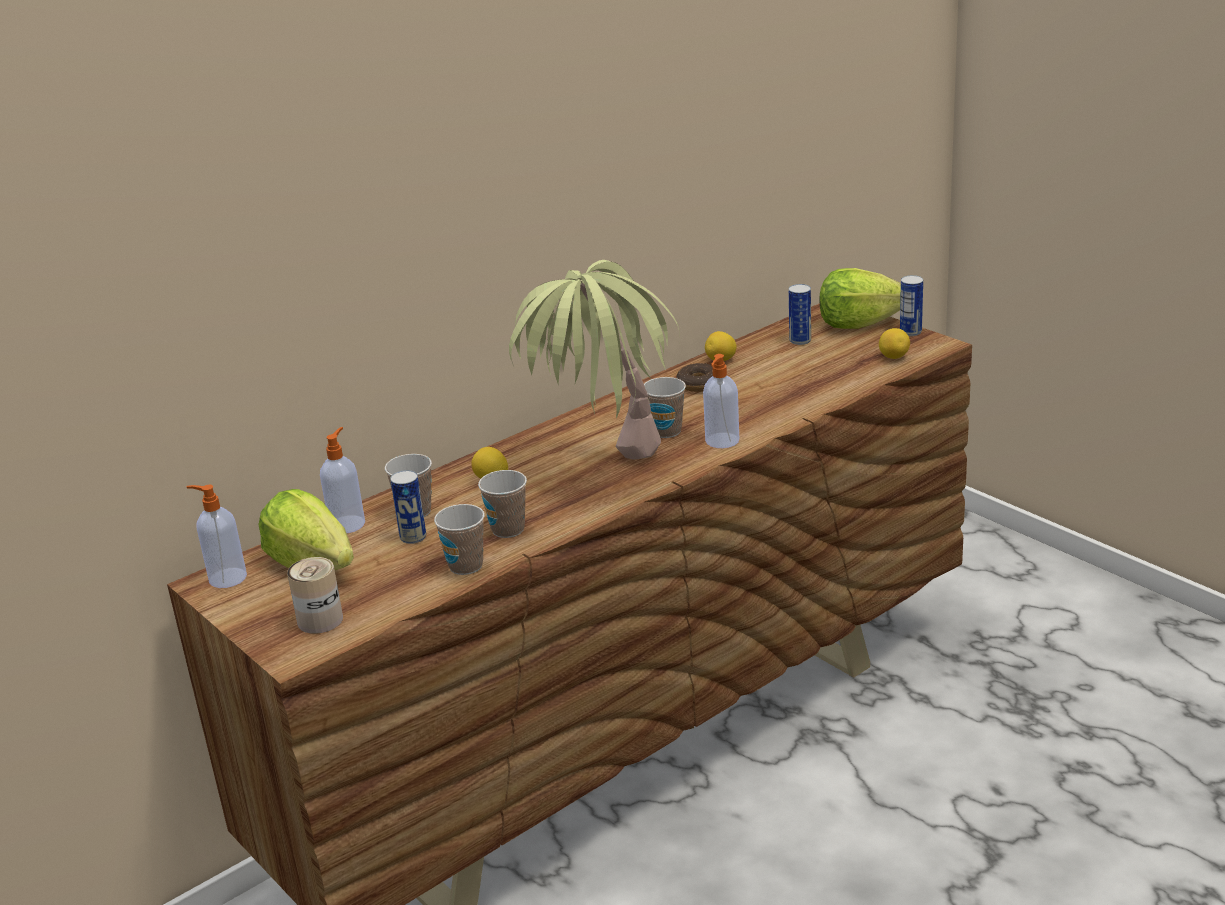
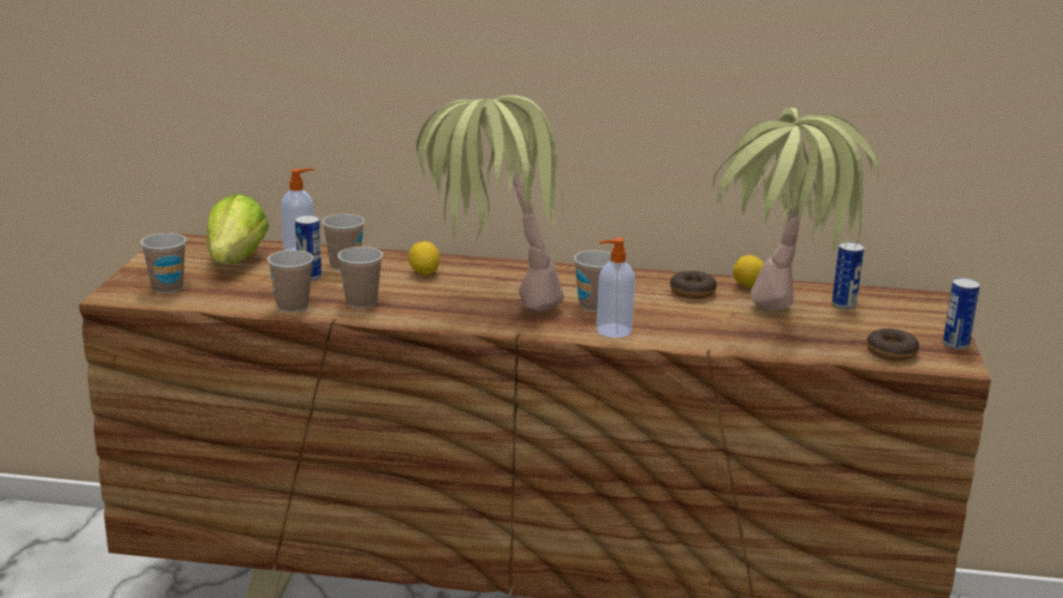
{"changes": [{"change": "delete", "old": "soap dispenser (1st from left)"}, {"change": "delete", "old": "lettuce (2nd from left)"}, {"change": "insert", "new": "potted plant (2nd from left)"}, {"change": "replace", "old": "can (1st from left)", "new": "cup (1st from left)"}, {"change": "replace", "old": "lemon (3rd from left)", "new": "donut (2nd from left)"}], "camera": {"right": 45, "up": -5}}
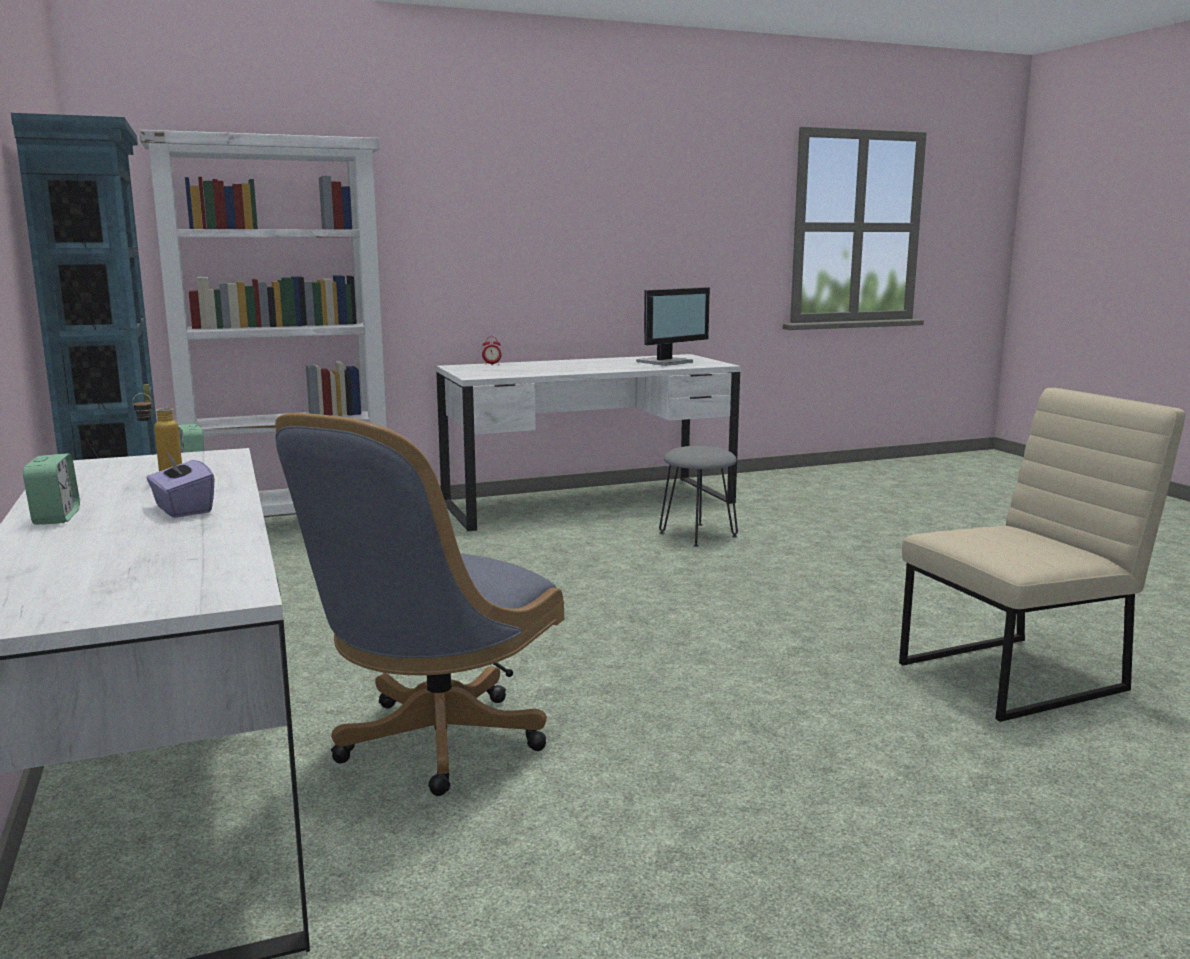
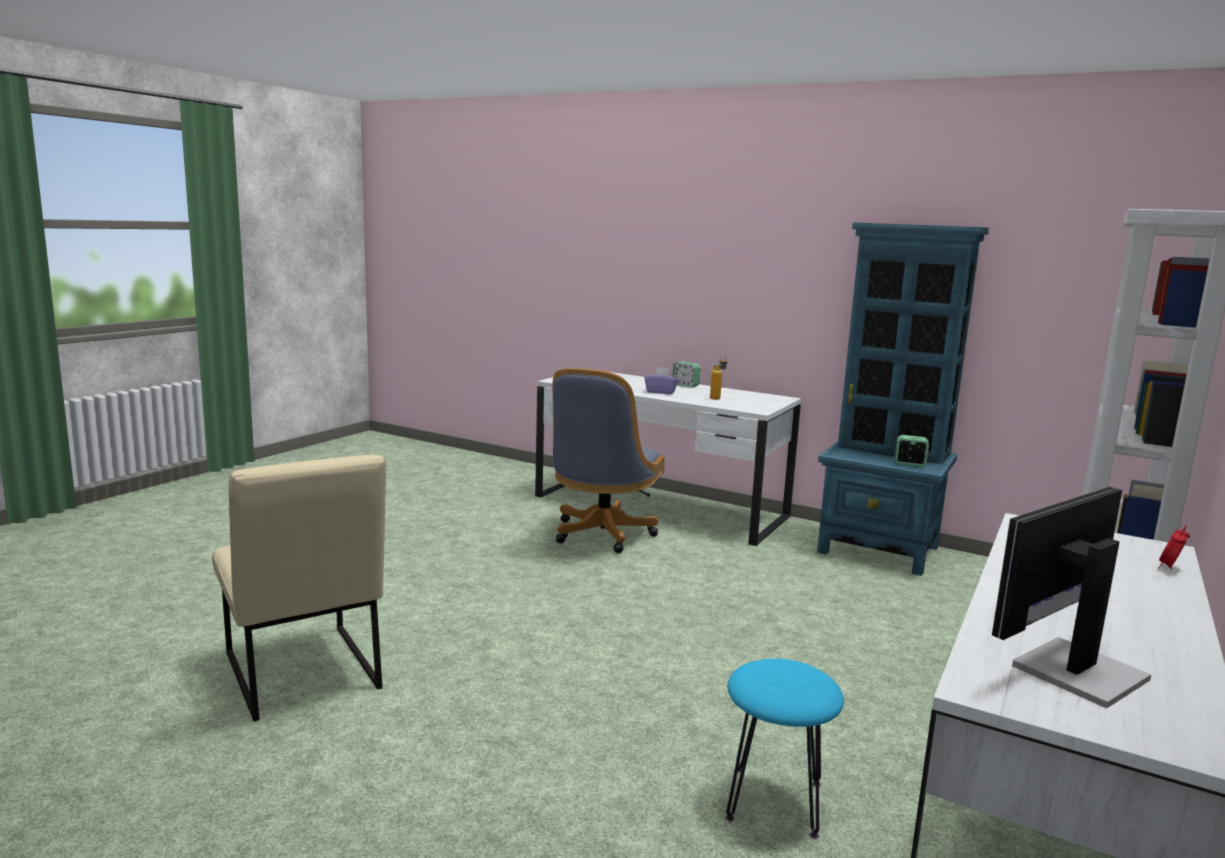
{"changes": [{"change": "recolor", "old": "stool (grey)", "new": "stool (turquoise)"}, {"change": "rotate", "old": "office chair (blue)", "degrees": -150}, {"change": "rotate", "old": "monitor", "degrees": 45}, {"change": "rotate", "old": "chair (beige)", "degrees": -60}], "camera": {"right": 140, "up": 0}}
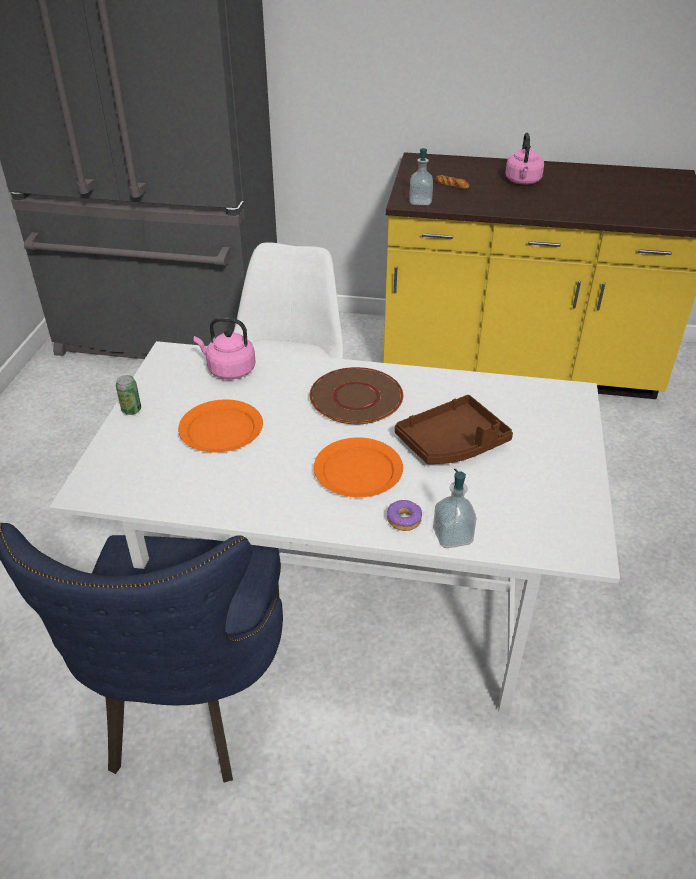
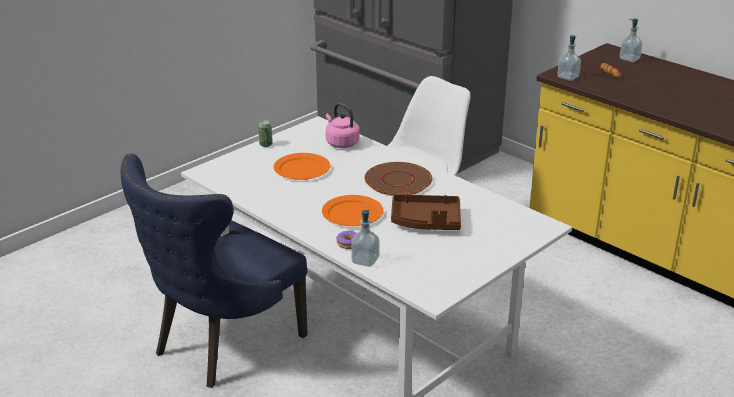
{"changes": [{"change": "delete", "old": "kettle (pink) (2nd from left)"}, {"change": "insert", "new": "soap dispenser (3rd from left)"}], "camera": {"right": 35, "up": -10}}
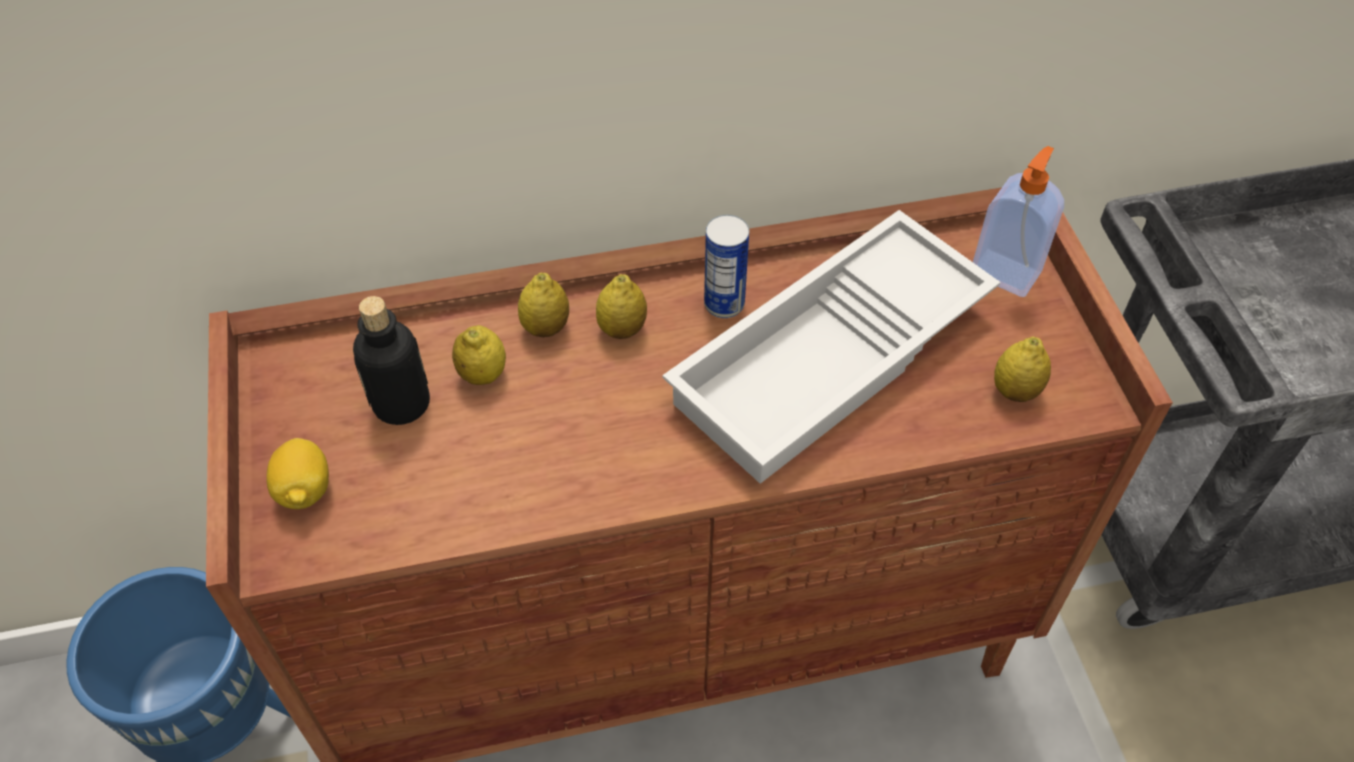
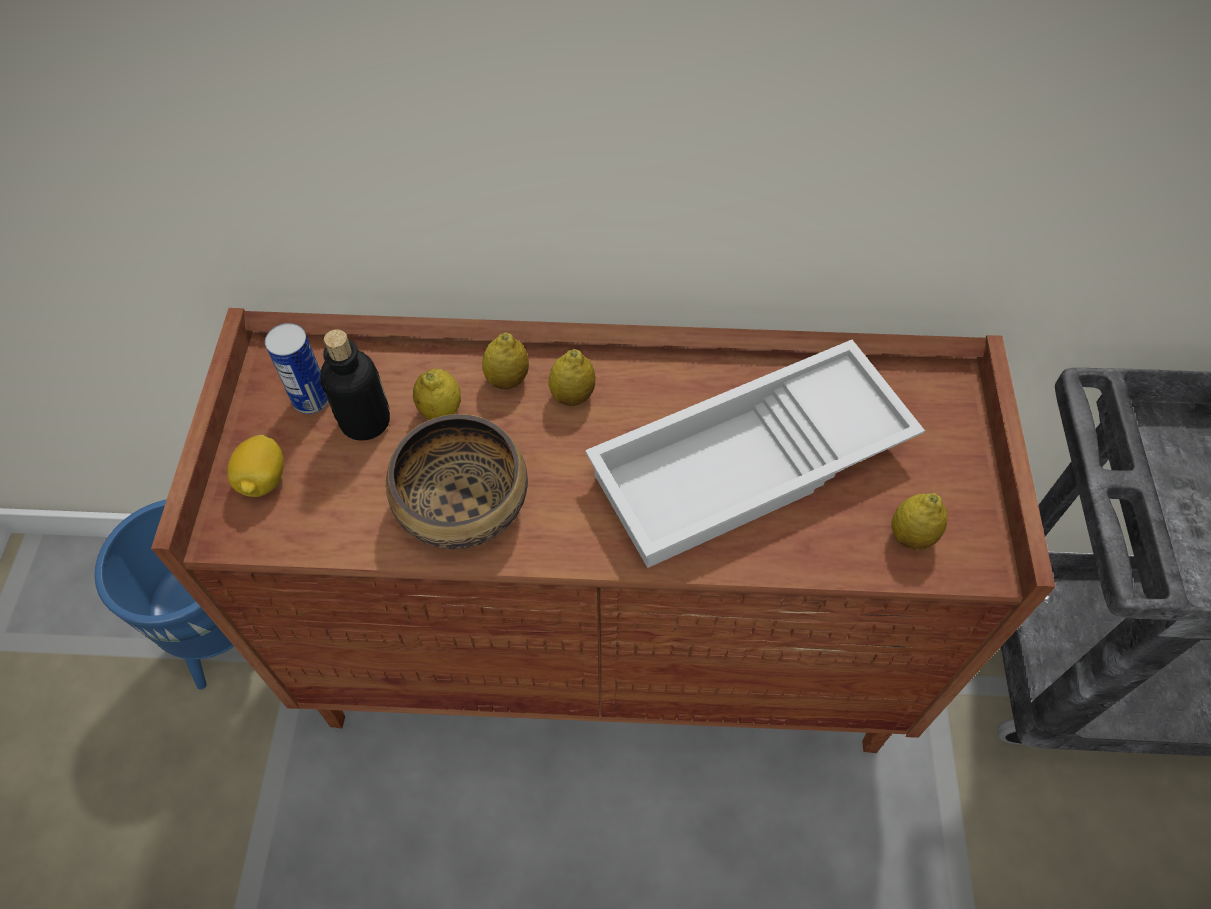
{"changes": [{"change": "delete", "old": "soap dispenser"}, {"change": "insert", "new": "bowl"}, {"change": "move", "old": "can"}], "camera": {"right": 15, "up": 5}}
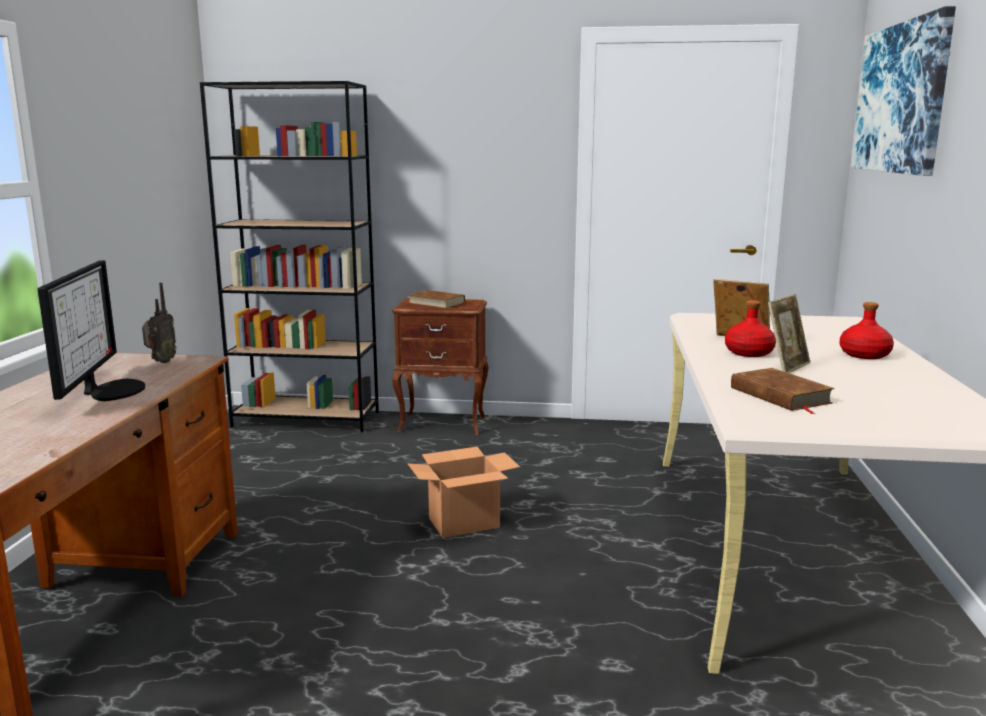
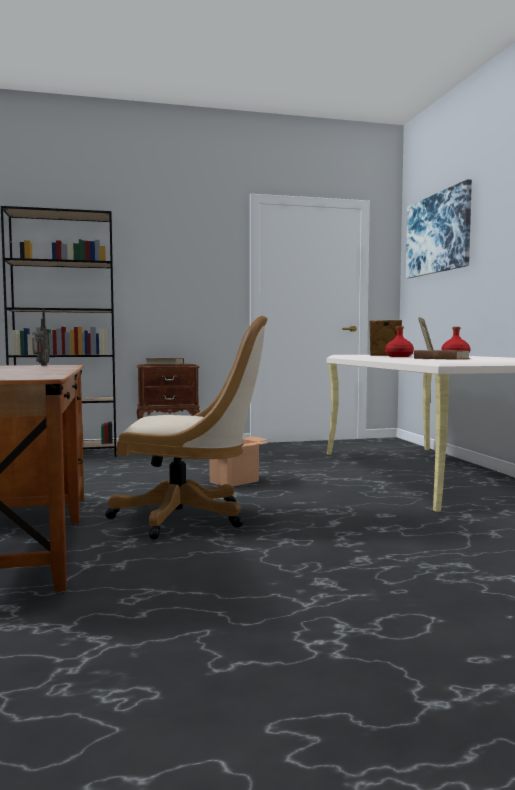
{"changes": [{"change": "delete", "old": "monitor"}, {"change": "insert", "new": "office chair"}], "camera": {"right": -20, "up": -10}}
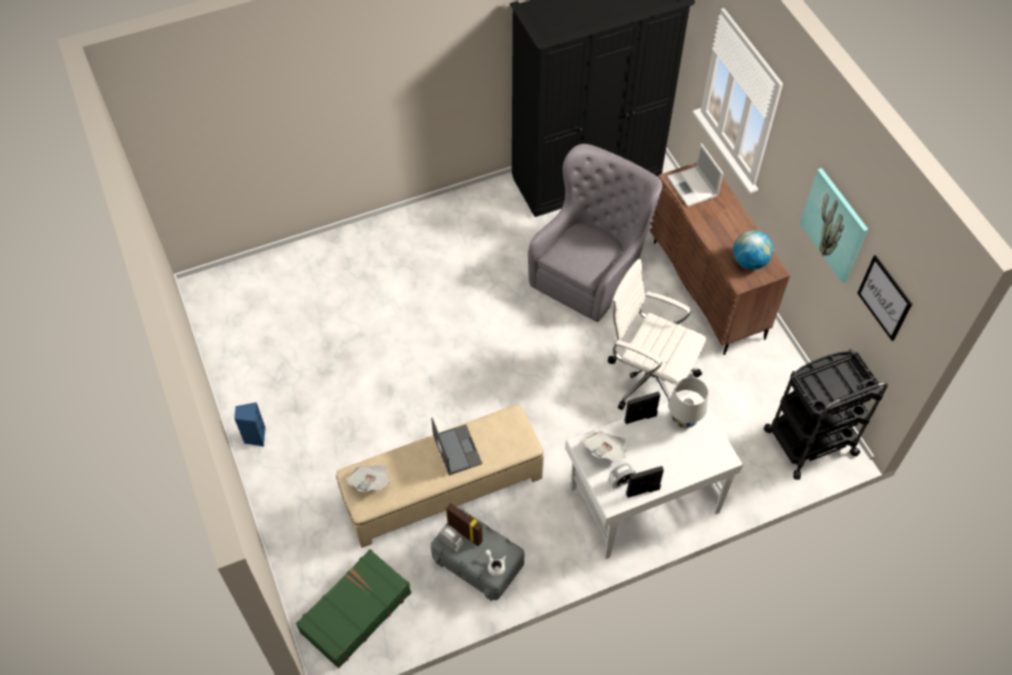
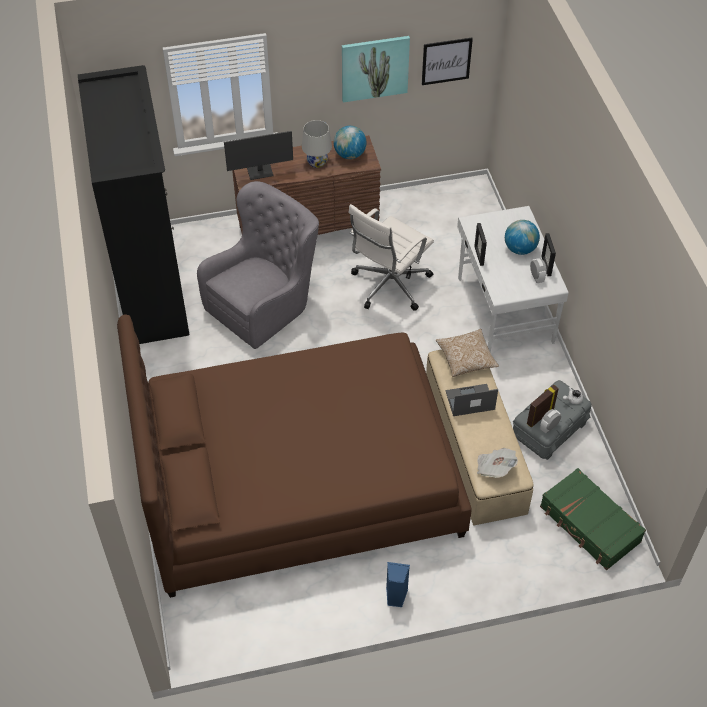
{"changes": [{"change": "delete", "old": "newspaper (2nd from left)"}, {"change": "delete", "old": "cart (black)"}, {"change": "insert", "new": "bed (brown)"}, {"change": "insert", "new": "pillow"}, {"change": "insert", "new": "globe (2nd from left)"}, {"change": "move", "old": "table lamp (white)"}, {"change": "replace", "old": "laptop (2nd from left)", "new": "monitor"}, {"change": "rotate", "old": "armchair (grey)", "degrees": 90}], "camera": {"right": -80, "up": -5}}
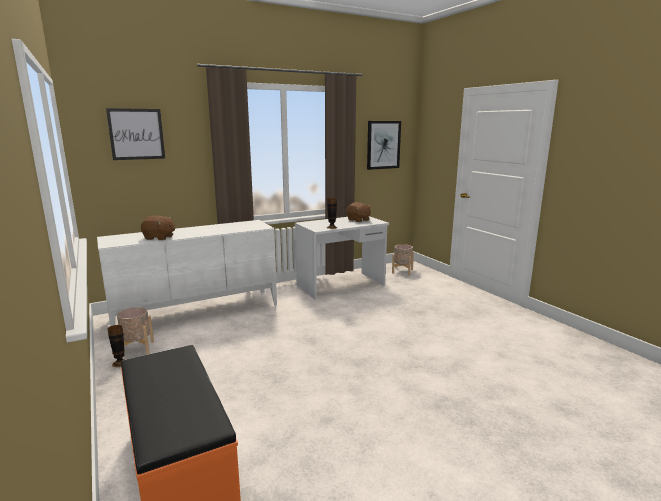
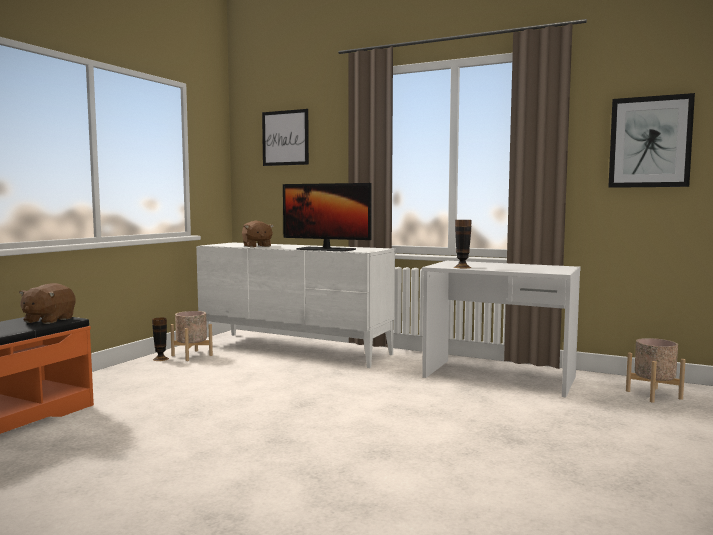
{"changes": [{"change": "insert", "new": "monitor"}, {"change": "move", "old": "plush toy (brown) (2nd from left in the first image)", "new": "plush toy (brown) (1st from left)"}], "camera": {"right": 55, "up": -10}}
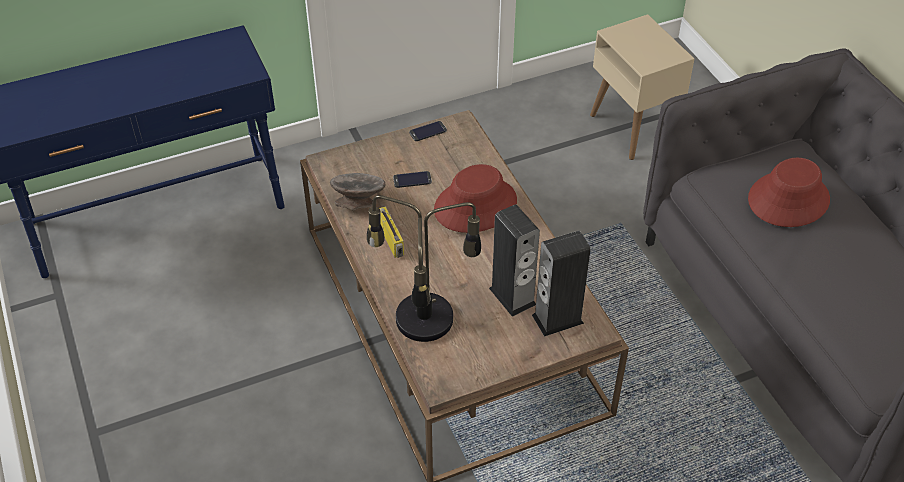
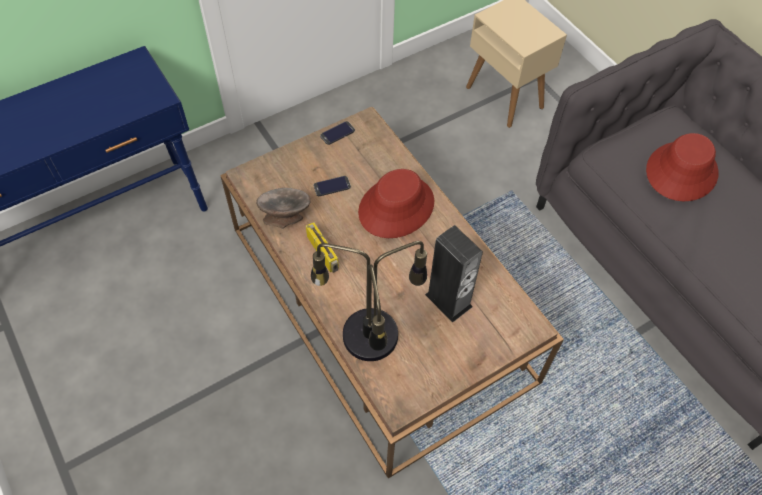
{"changes": [{"change": "delete", "old": "speaker (2nd from left)"}], "camera": {"right": -10, "up": 10}}
